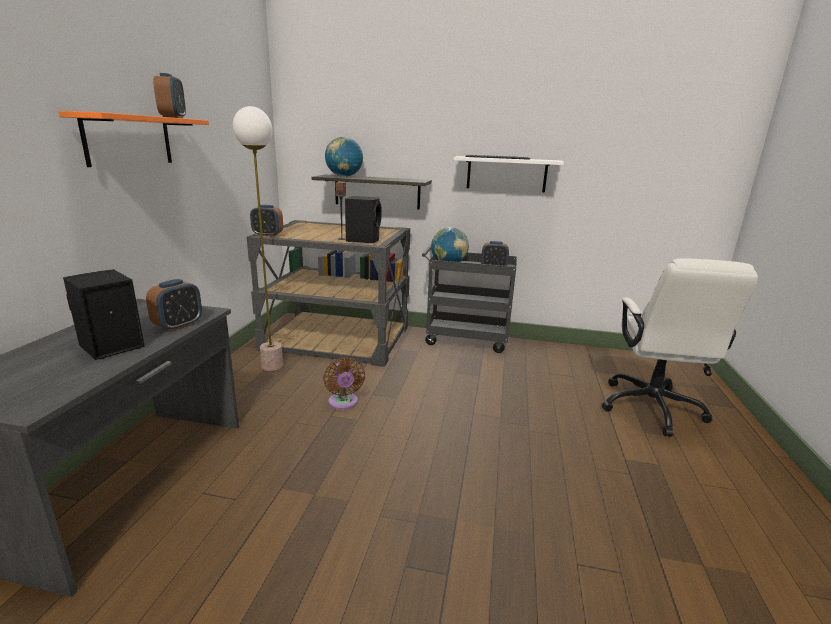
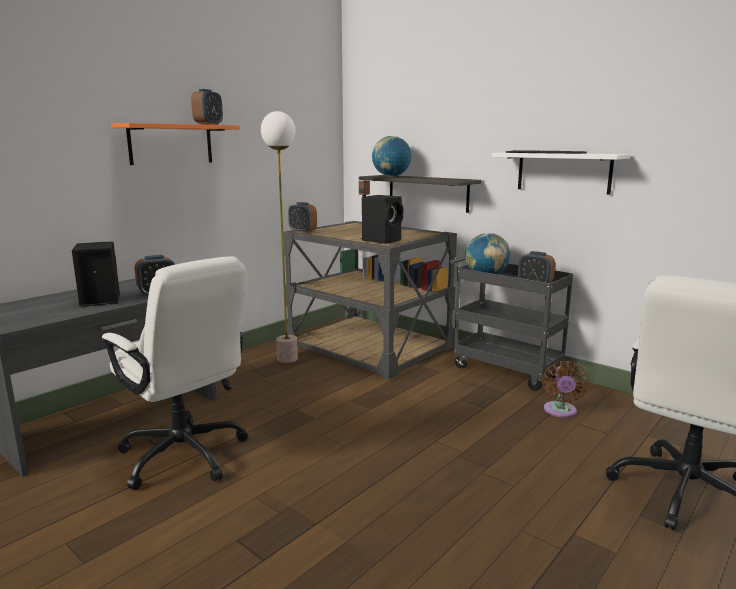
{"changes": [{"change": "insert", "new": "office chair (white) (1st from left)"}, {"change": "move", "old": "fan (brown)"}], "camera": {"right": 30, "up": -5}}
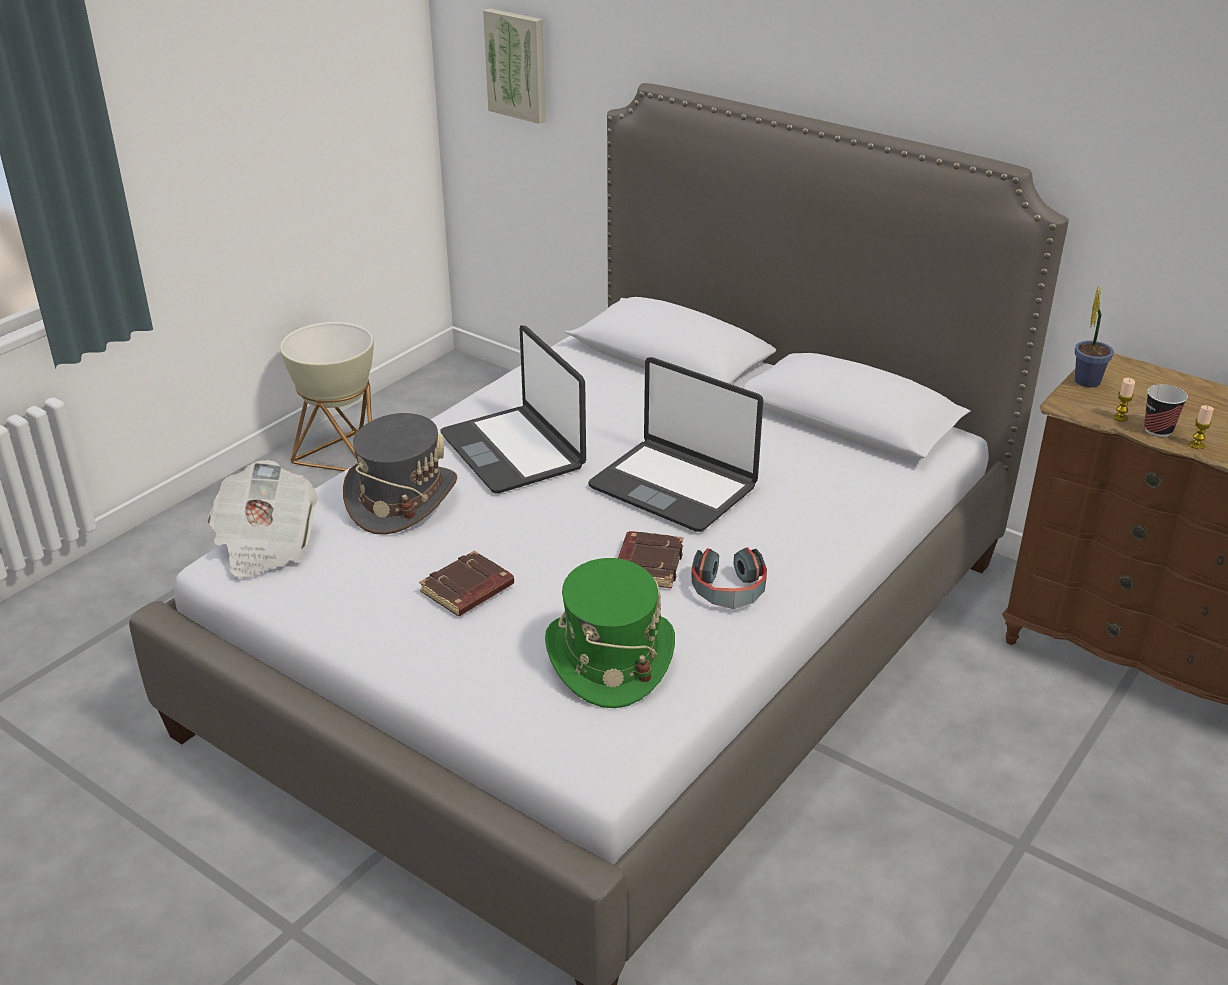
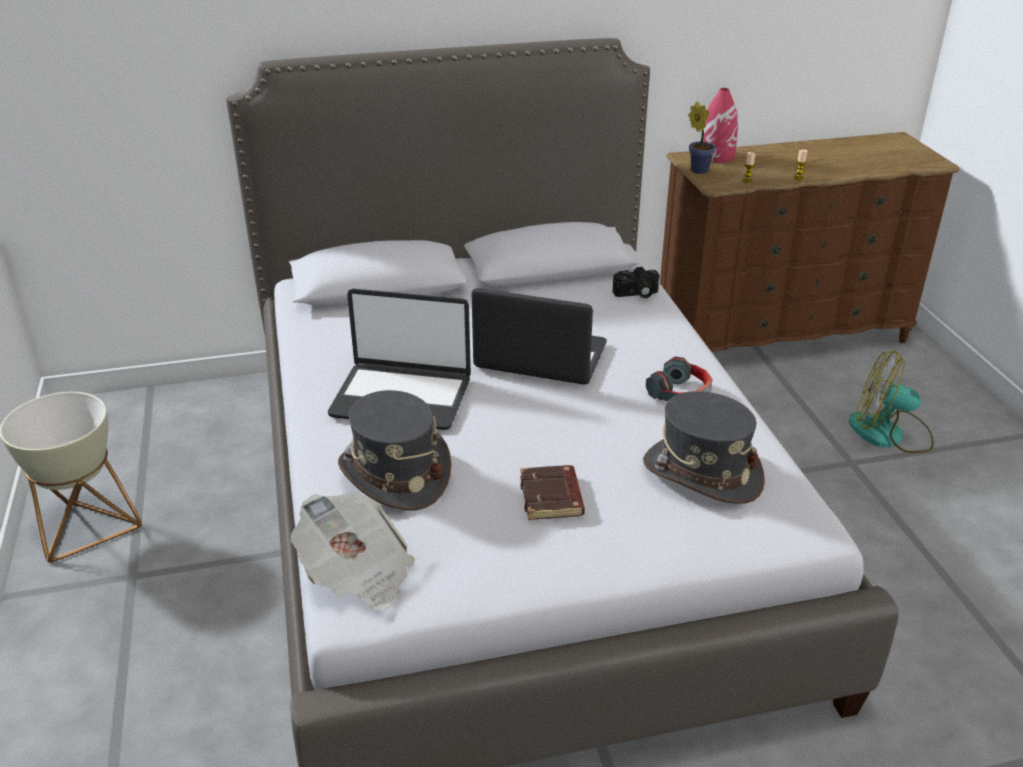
{"changes": [{"change": "delete", "old": "picture"}, {"change": "delete", "old": "book (brown) (2nd from left)"}, {"change": "delete", "old": "cup"}, {"change": "insert", "new": "photo camera"}, {"change": "insert", "new": "vase (red)"}, {"change": "insert", "new": "fan"}, {"change": "recolor", "old": "hat (green)", "new": "hat (grey) (2nd from left)"}, {"change": "rotate", "old": "laptop (2nd from left)", "degrees": -150}], "camera": {"right": -50, "up": 0}}
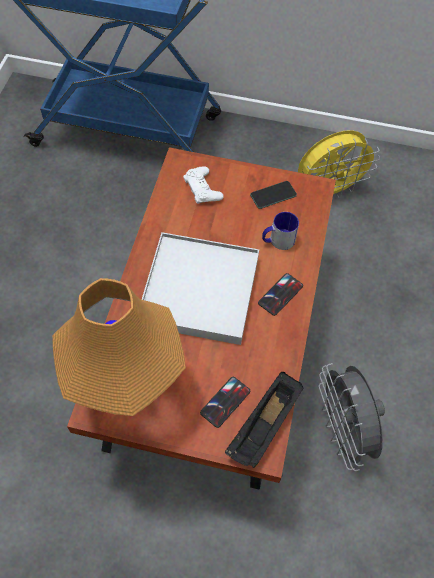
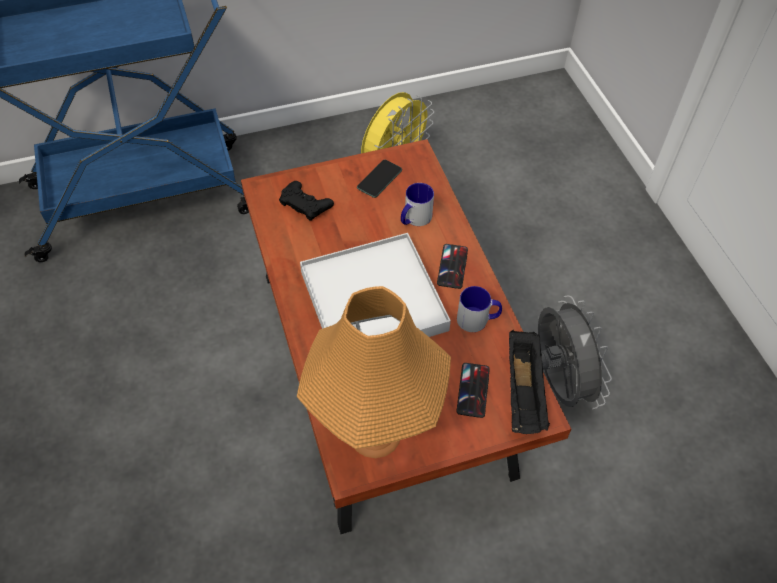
{"changes": [{"change": "insert", "new": "mug (2nd from left)"}, {"change": "recolor", "old": "game controller (white)", "new": "game controller (black)"}, {"change": "rotate", "old": "fan (grey)", "degrees": -150}], "camera": {"right": -30, "up": -5}}
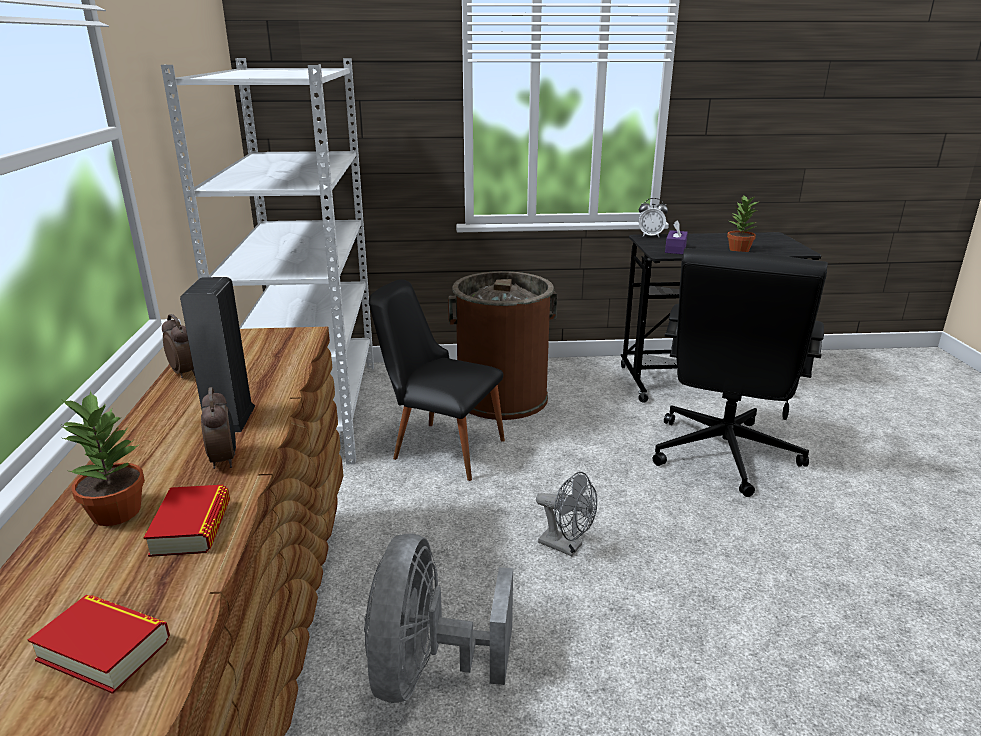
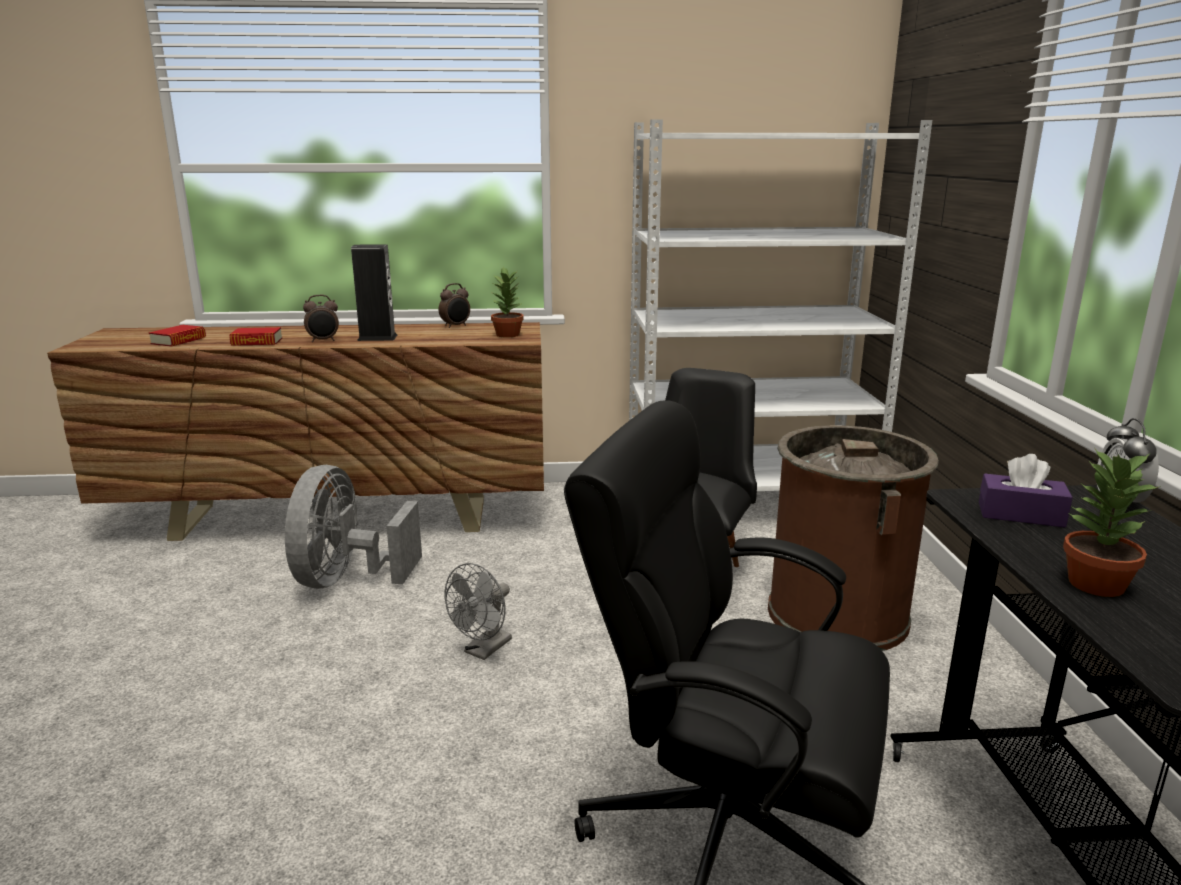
{"changes": [{"change": "move", "old": "potted plant (1st from left)"}, {"change": "rotate", "old": "fan (grey) (1st from left)", "degrees": -90}], "camera": {"right": 90, "up": -5}}
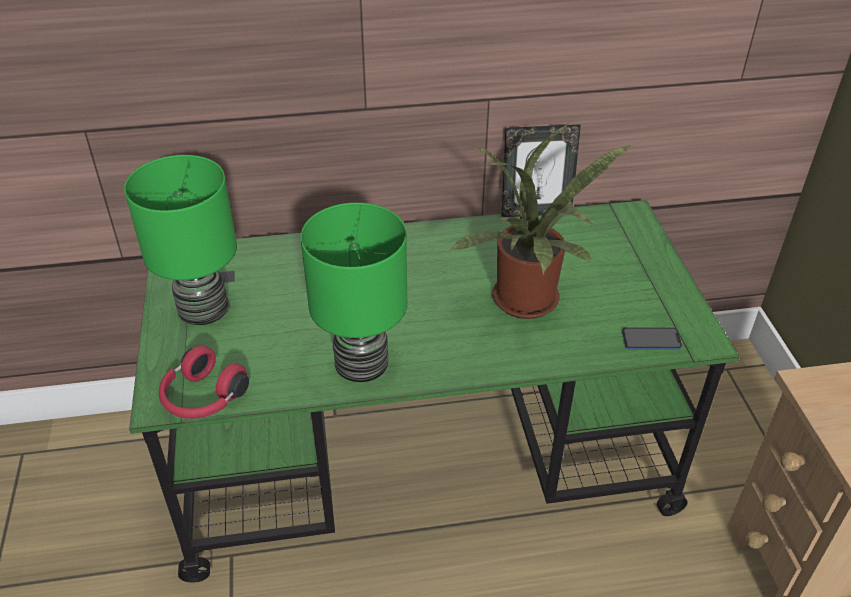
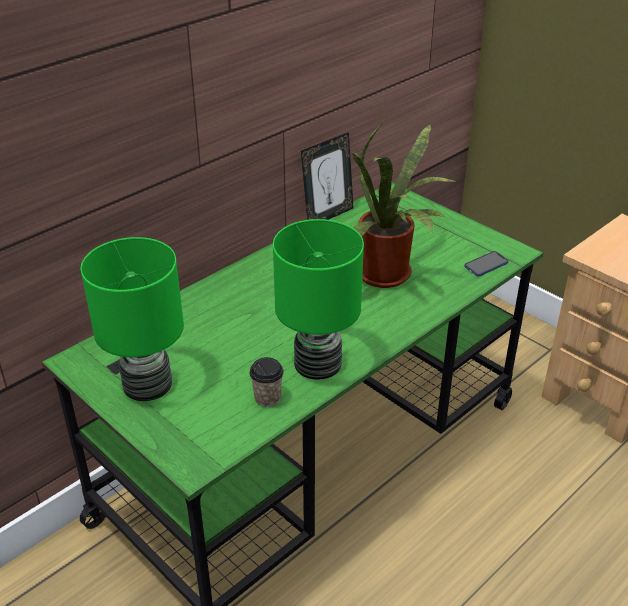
{"changes": [{"change": "delete", "old": "headphones (red)"}, {"change": "insert", "new": "cup"}], "camera": {"right": -35, "up": -5}}
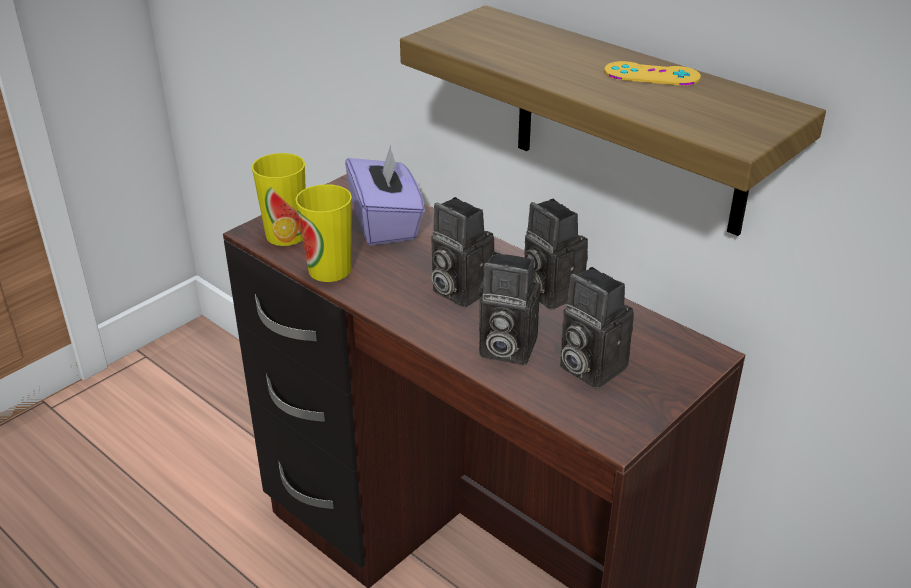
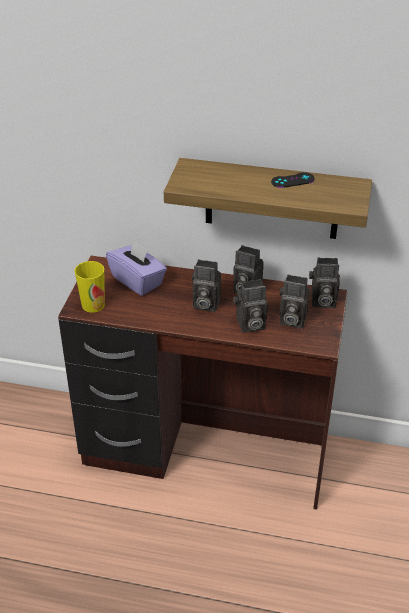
{"changes": [{"change": "delete", "old": "cup (2nd from left)"}, {"change": "insert", "new": "photo camera (5th from left)"}, {"change": "recolor", "old": "game controller (yellow)", "new": "game controller (black)"}], "camera": {"right": -30, "up": 5}}
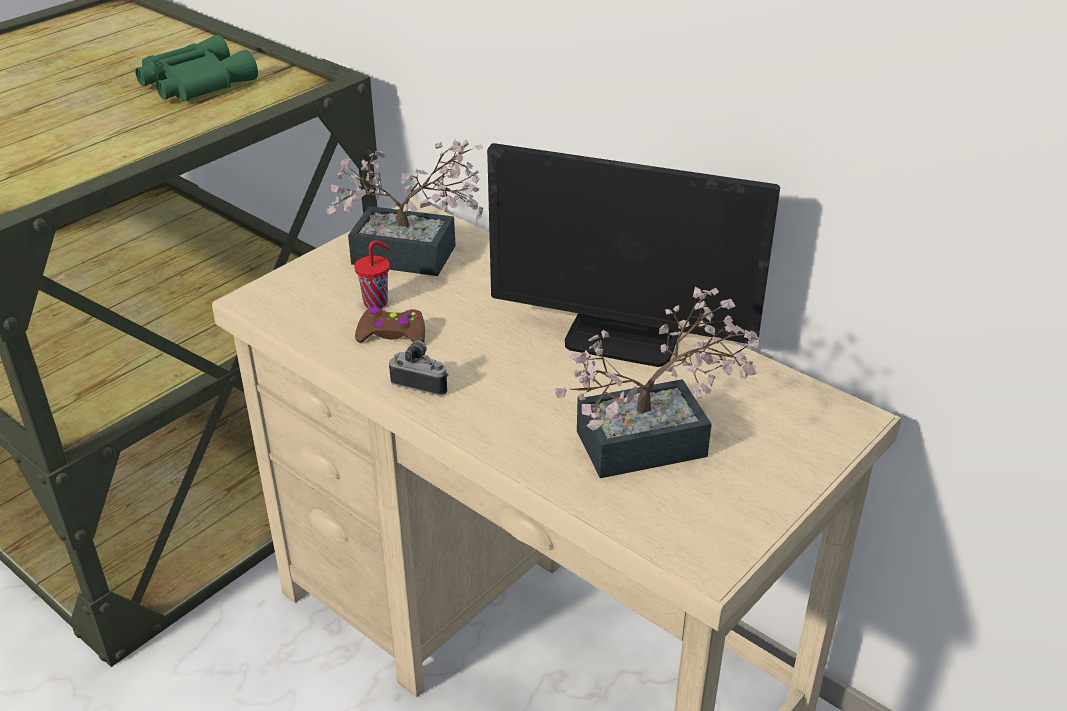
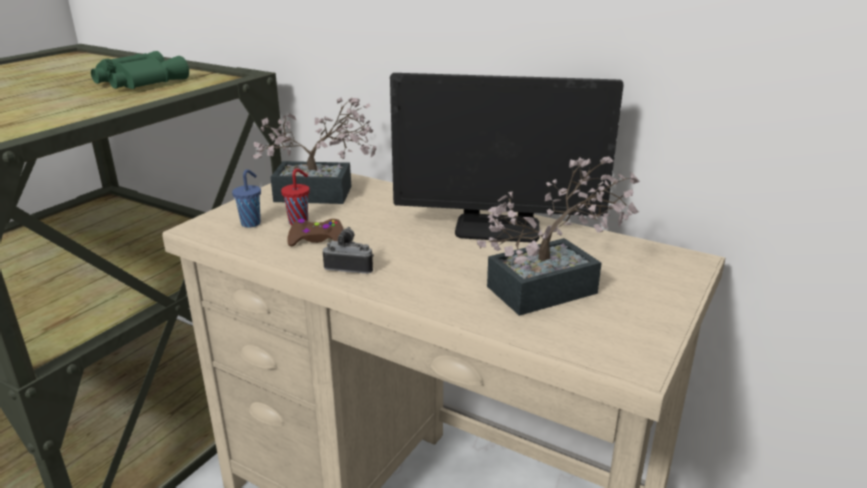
{"changes": [{"change": "insert", "new": "cup (blue)"}], "camera": {"right": -10, "up": -10}}
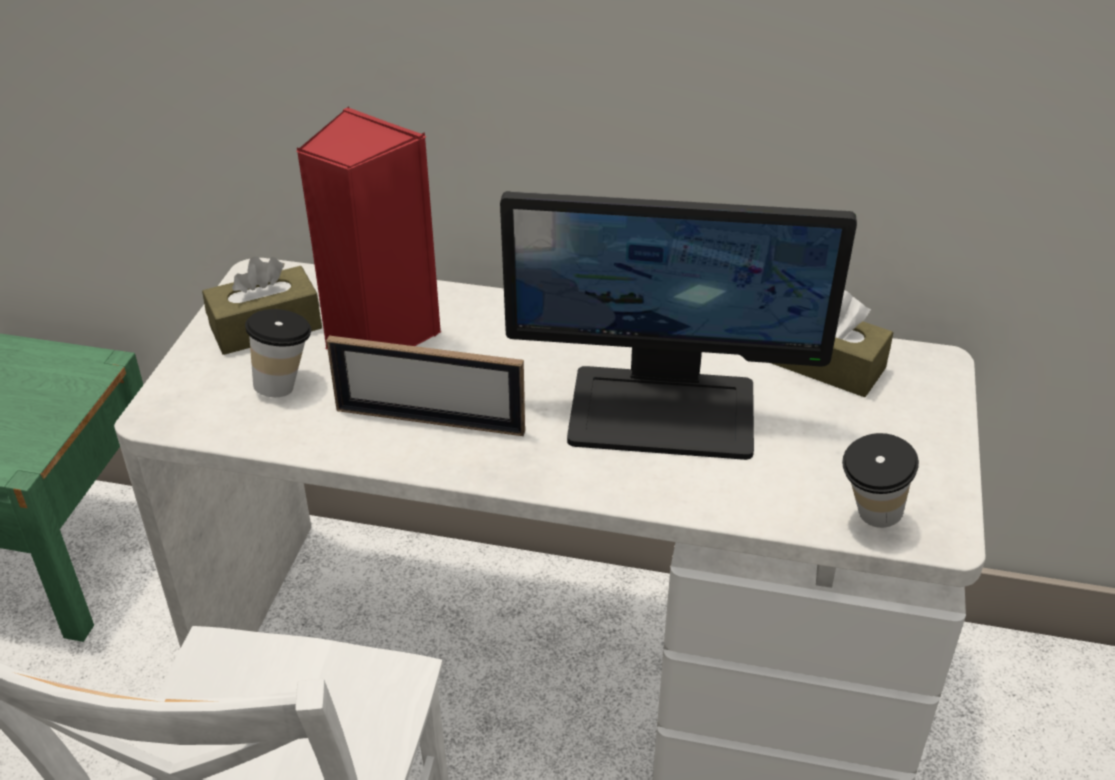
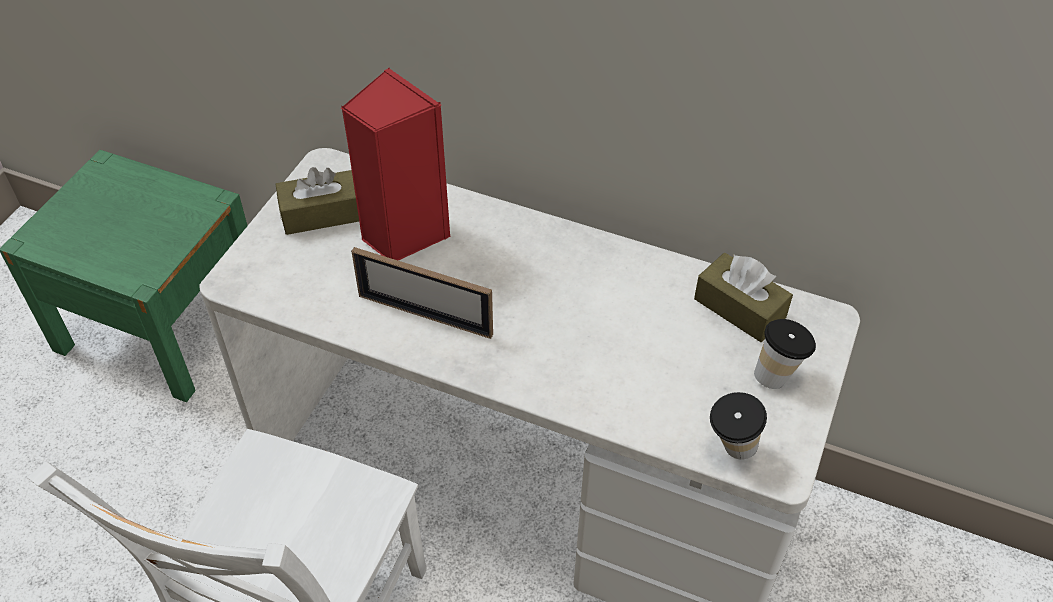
{"changes": [{"change": "delete", "old": "monitor"}, {"change": "move", "old": "cup (1st from left in the first image)", "new": "cup (2nd from left)"}], "camera": {"right": 10, "up": 10}}
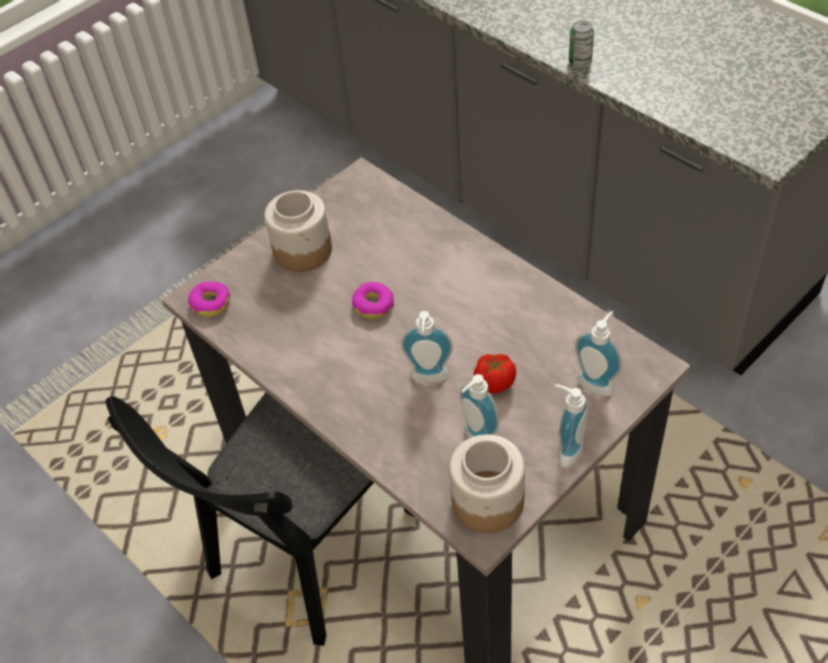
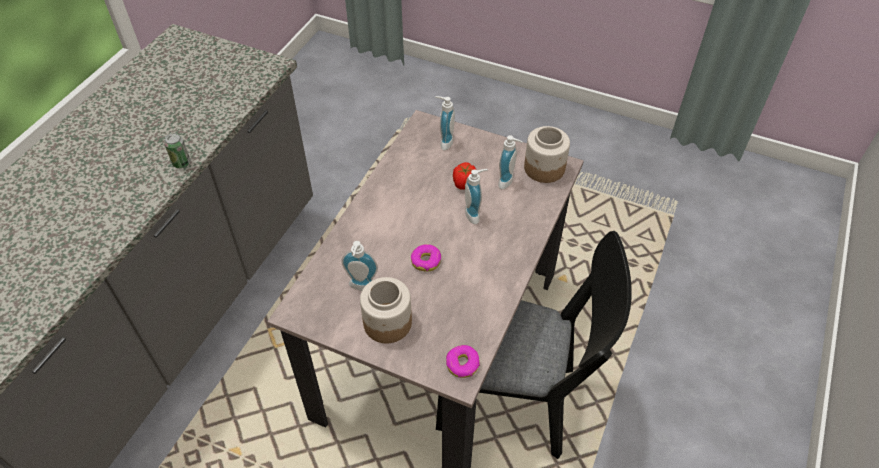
{"changes": [{"change": "move", "old": "soap dispenser (3rd from left in the first image)", "new": "soap dispenser (1st from left)"}], "camera": {"right": -115, "up": 0}}
